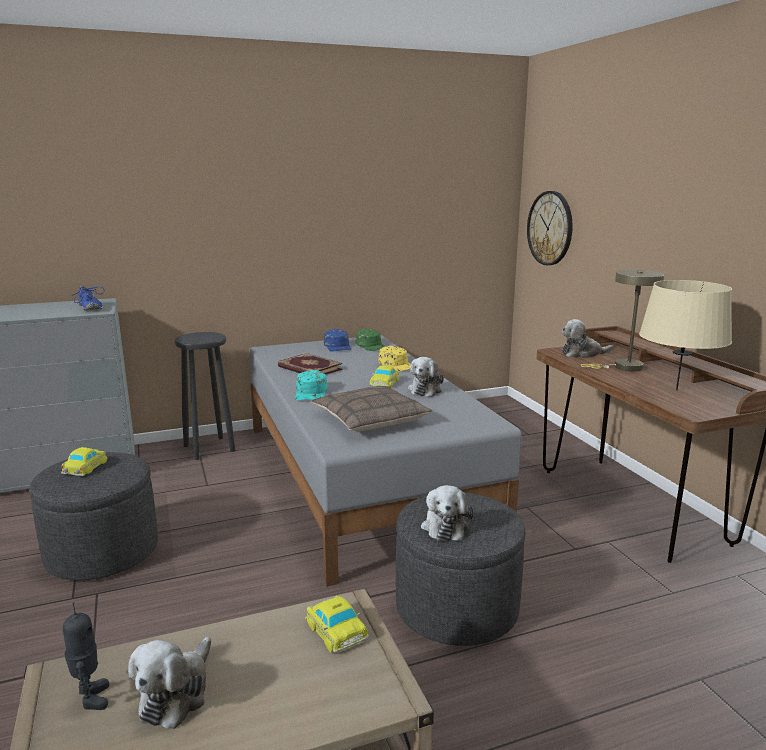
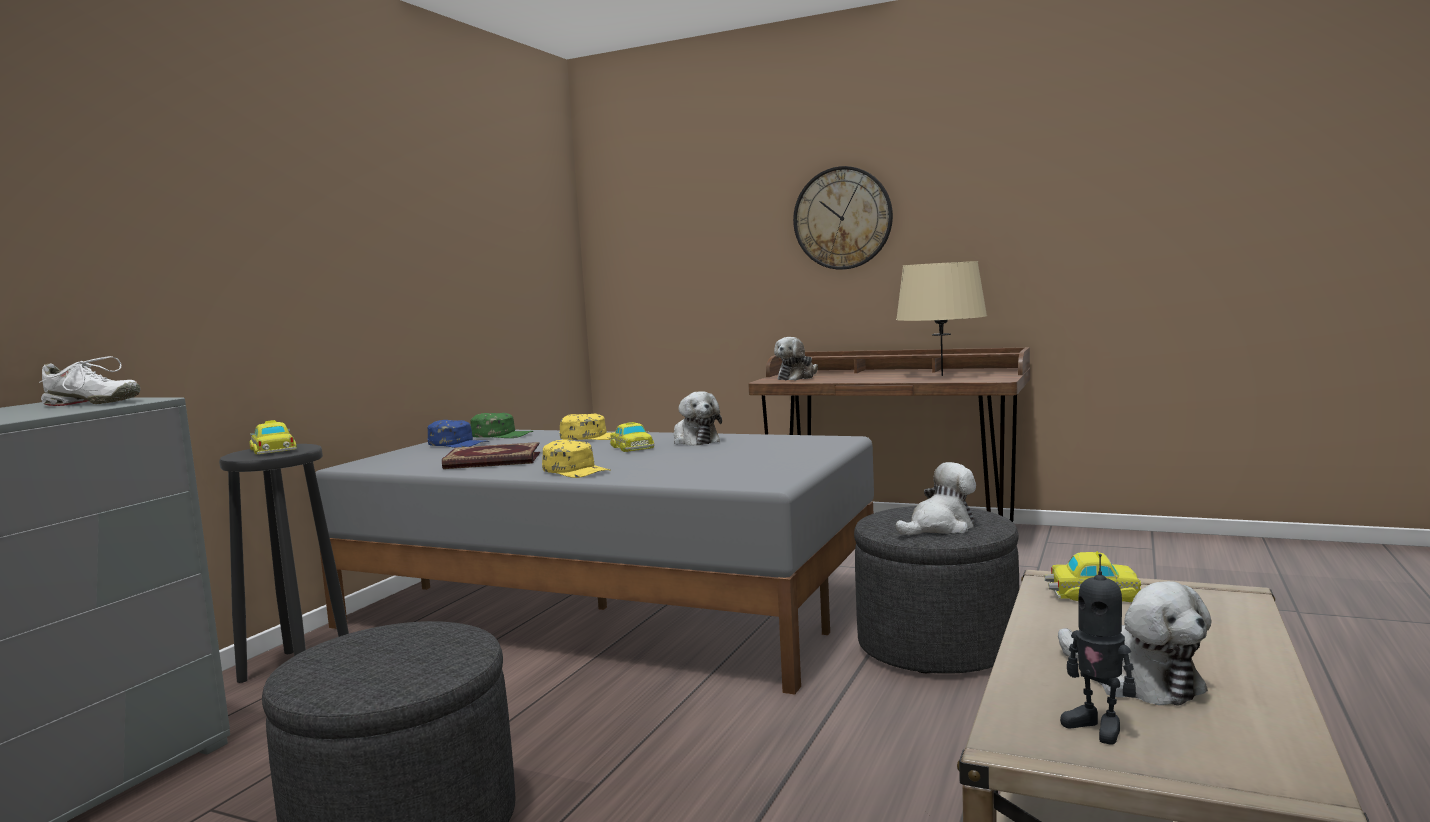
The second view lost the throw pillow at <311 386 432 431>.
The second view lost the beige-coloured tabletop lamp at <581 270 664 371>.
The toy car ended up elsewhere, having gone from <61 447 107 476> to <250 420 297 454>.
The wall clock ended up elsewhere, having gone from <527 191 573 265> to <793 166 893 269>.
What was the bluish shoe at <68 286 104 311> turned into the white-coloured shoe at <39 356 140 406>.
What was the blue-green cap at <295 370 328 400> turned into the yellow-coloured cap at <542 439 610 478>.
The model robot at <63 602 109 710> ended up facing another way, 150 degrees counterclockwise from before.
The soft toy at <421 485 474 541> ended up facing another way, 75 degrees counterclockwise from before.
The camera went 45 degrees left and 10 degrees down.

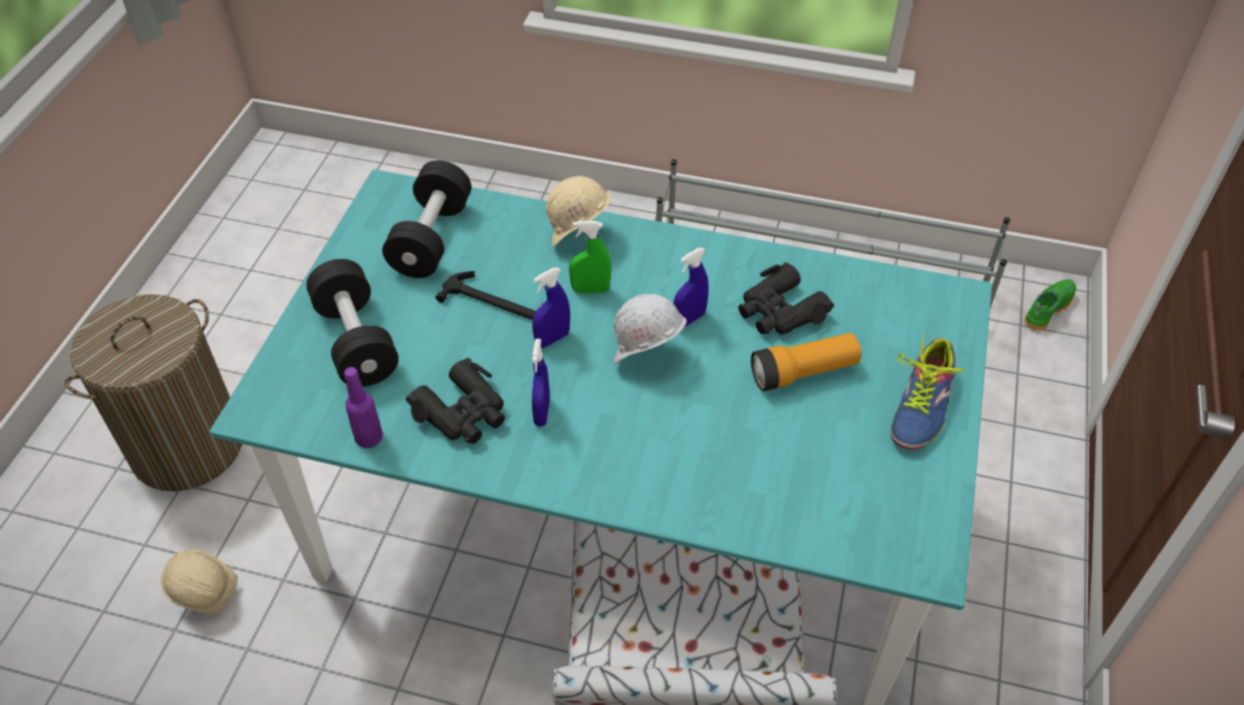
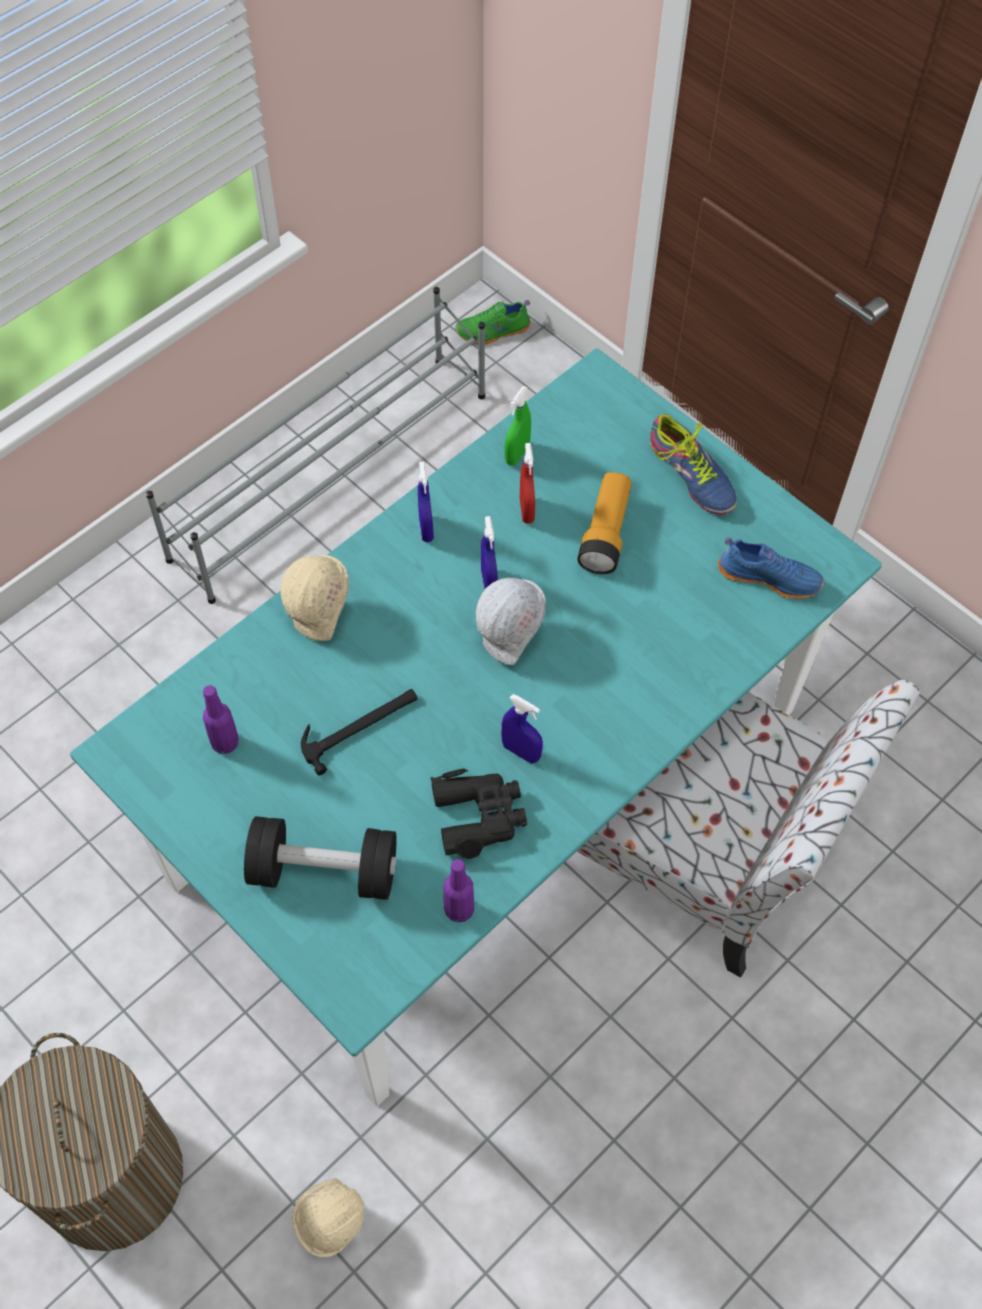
The second view gained the bluish shoe at <718 537 824 599>.
The bluish sprayer ended up elsewhere, having gone from <532 268 570 348> to <418 461 434 542>.
The green-coloured sprayer ended up elsewhere, having gone from <569 221 611 293> to <504 386 531 466>.
Where the black dumbbell stood at <382 160 471 278>, the purple beverage bottle came to stand at <203 685 239 754>.
Where the black field glasses stood at <738 262 834 335>, the reddish sprayer came to stand at <520 443 535 524>.
The green-coloured shoe at <1024 280 1076 330> ended up facing another way, 90 degrees counterclockwise from before.
The camera went 60 degrees left and 10 degrees up.

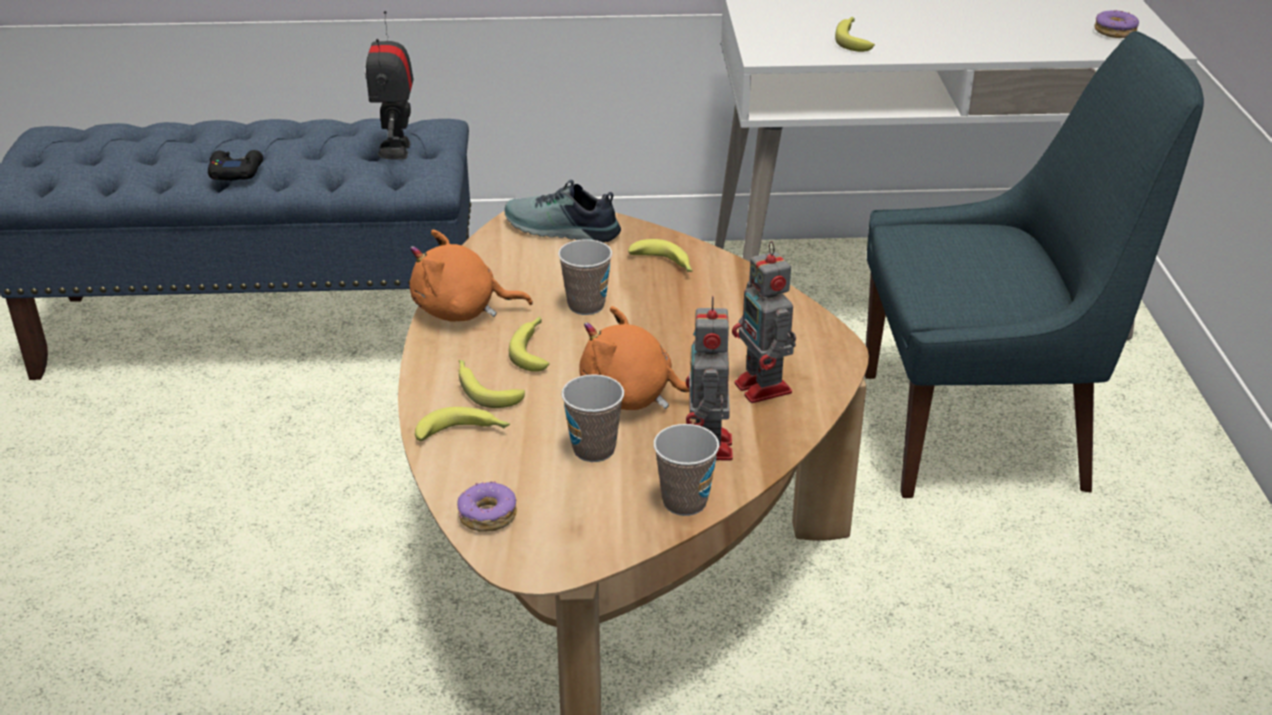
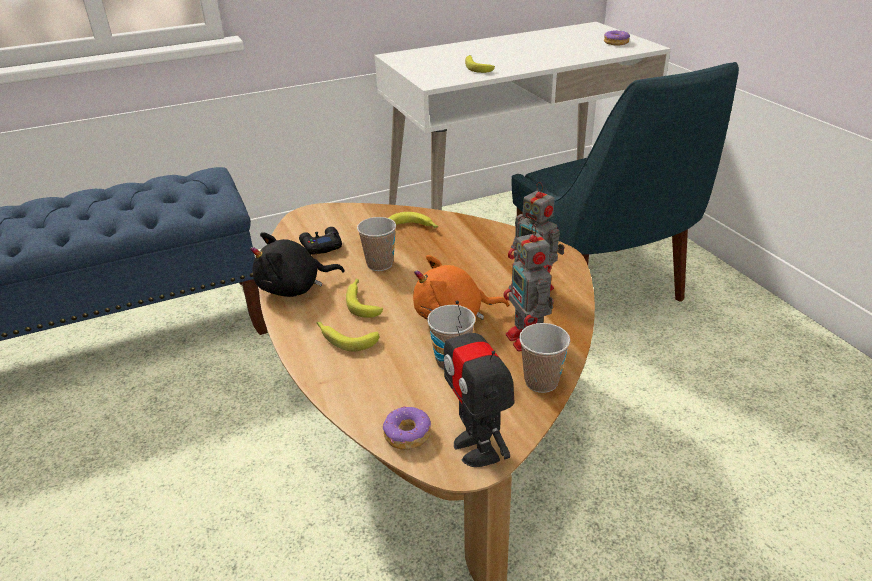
The second view lost the banana fruit at <415 407 510 441>.
The second view lost the shoe at <505 180 621 243>.
The black joypad ended up elsewhere, having gone from <208 150 263 181> to <299 227 342 255>.
The model robot ended up elsewhere, having gone from <365 11 414 160> to <444 300 515 467>.
What was the orange soft toy at <410 230 533 322> turned into the black soft toy at <250 232 345 297>.
The bluish chair at <865 31 1204 498> ended up facing another way, 90 degrees clockwise from before.
The camera went 20 degrees left and 0 degrees up.

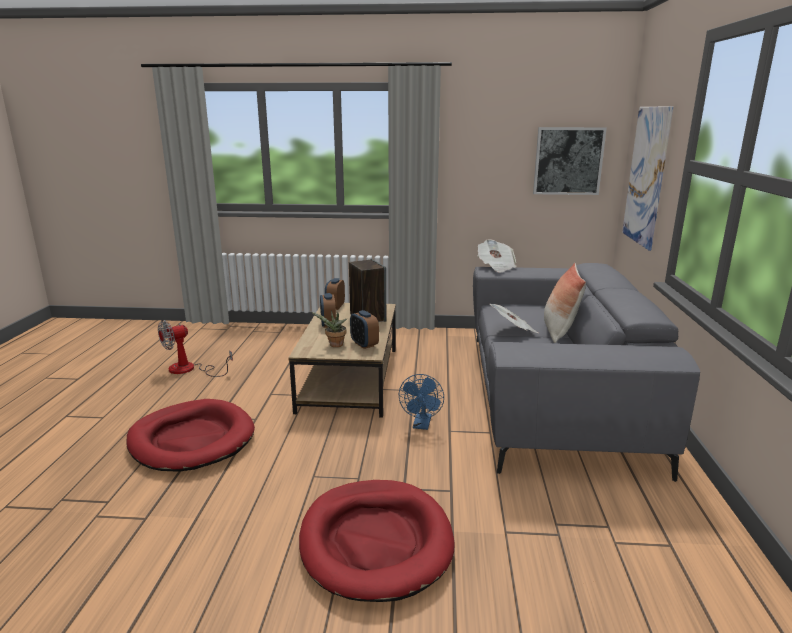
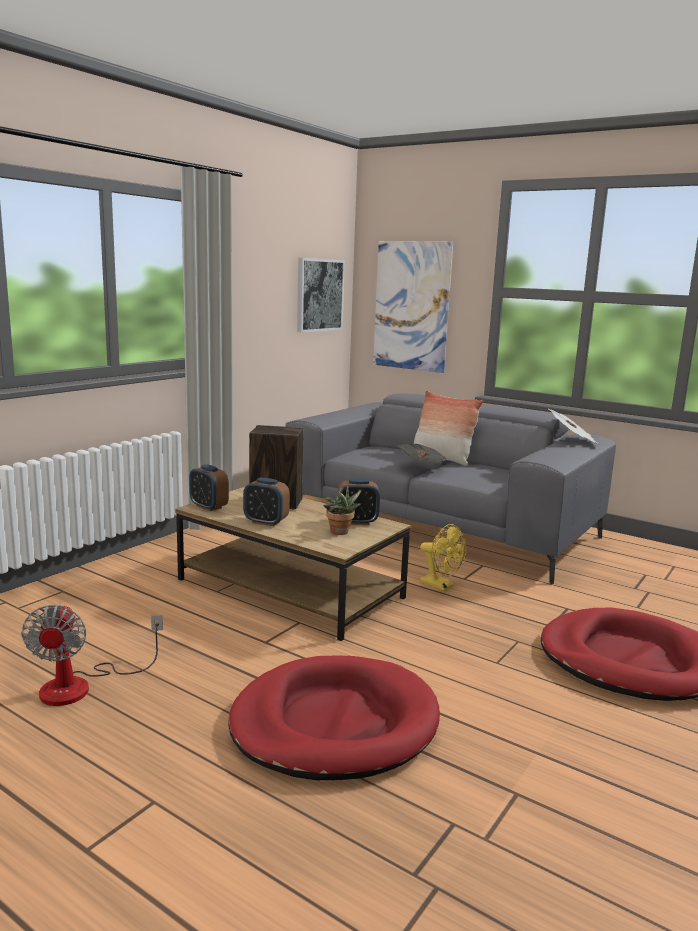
The newspaper ended up elsewhere, having gone from <478 240 517 272> to <547 408 598 444>.
What was the bluish electric fan at <399 374 444 430> turned into the yellow-coloured electric fan at <420 524 467 591>.
The camera went 60 degrees left and 5 degrees down.

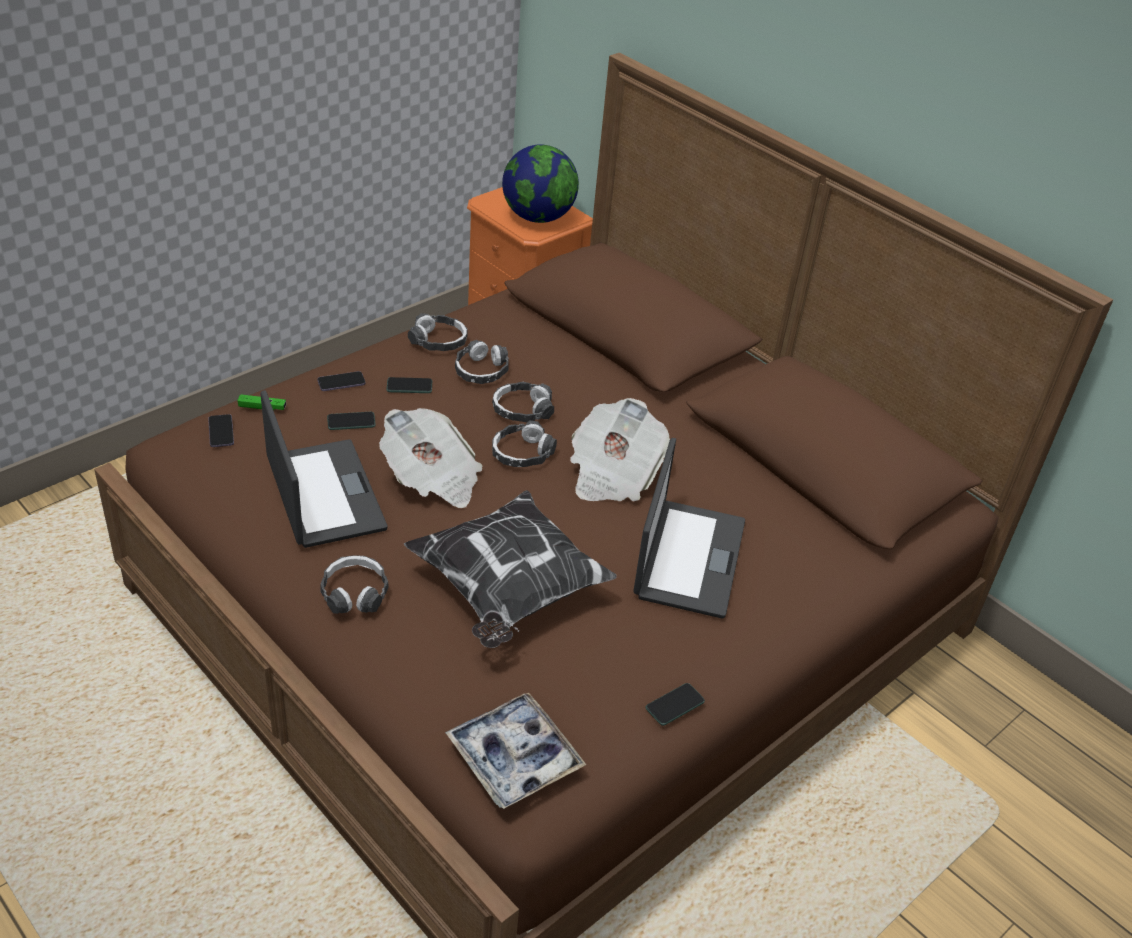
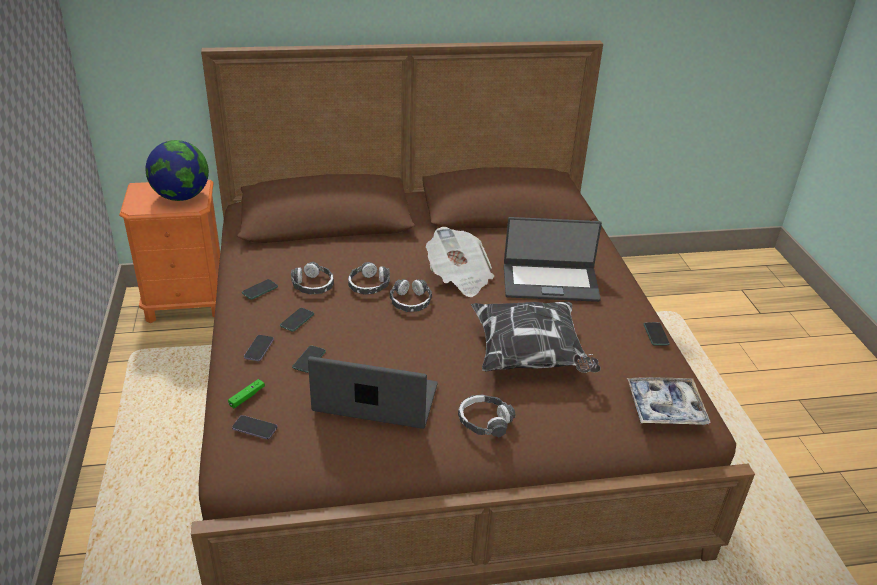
The second view lost the newspaper at <379 408 483 508>.
Where the pair of headphones stood at <408 313 467 351>, the phone came to stand at <242 279 278 300>.
The notebook computer at <633 438 745 619> ended up facing another way, 135 degrees clockwise from before.
The camera went 55 degrees left and 5 degrees down.

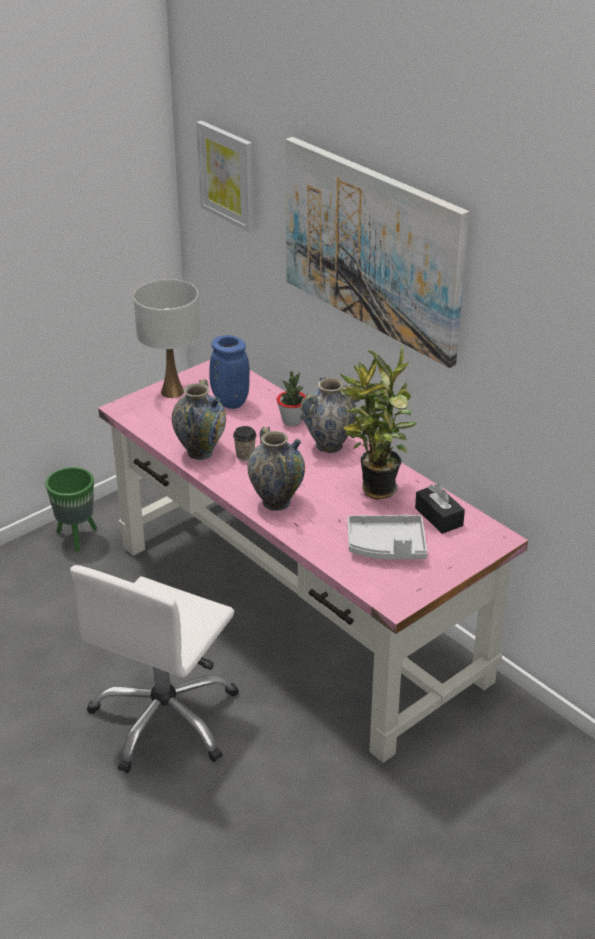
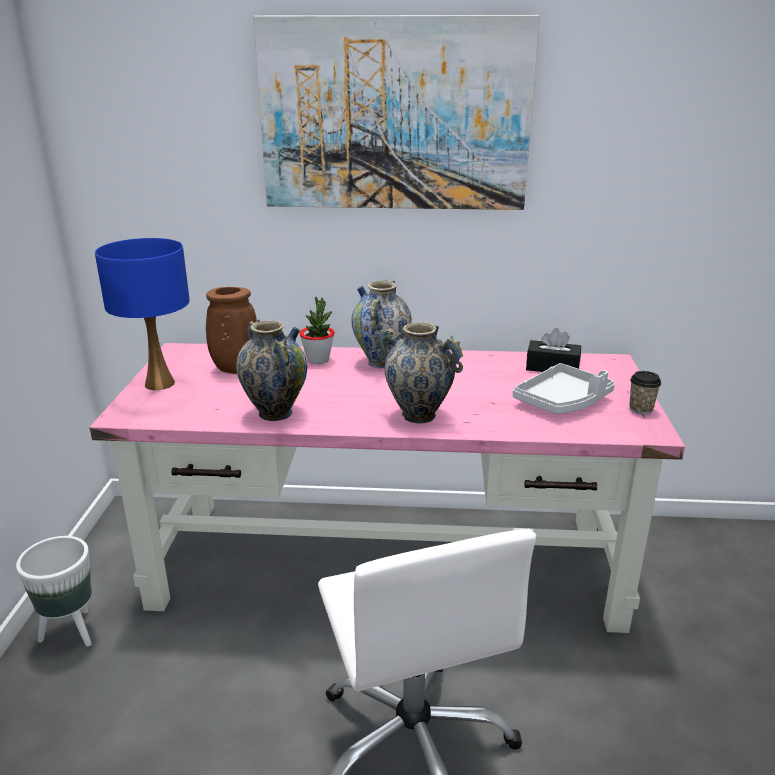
The second view lost the wall picture at <196 121 254 232>.
The second view lost the plant in a pot at <339 346 418 500>.
The cup ended up elsewhere, having gone from <233 426 256 461> to <629 371 661 414>.
What was the green-coloured planter at <45 467 97 552> turned into the white-coloured planter at <16 536 92 646>.
What was the white-coloured tabletop lamp at <133 279 200 398> turned into the bluish tabletop lamp at <95 238 190 390>.
What was the bluish decorative vase at <209 335 250 409> turned into the brownish decorative vase at <206 287 257 374>.
The camera went 45 degrees left and 10 degrees down.

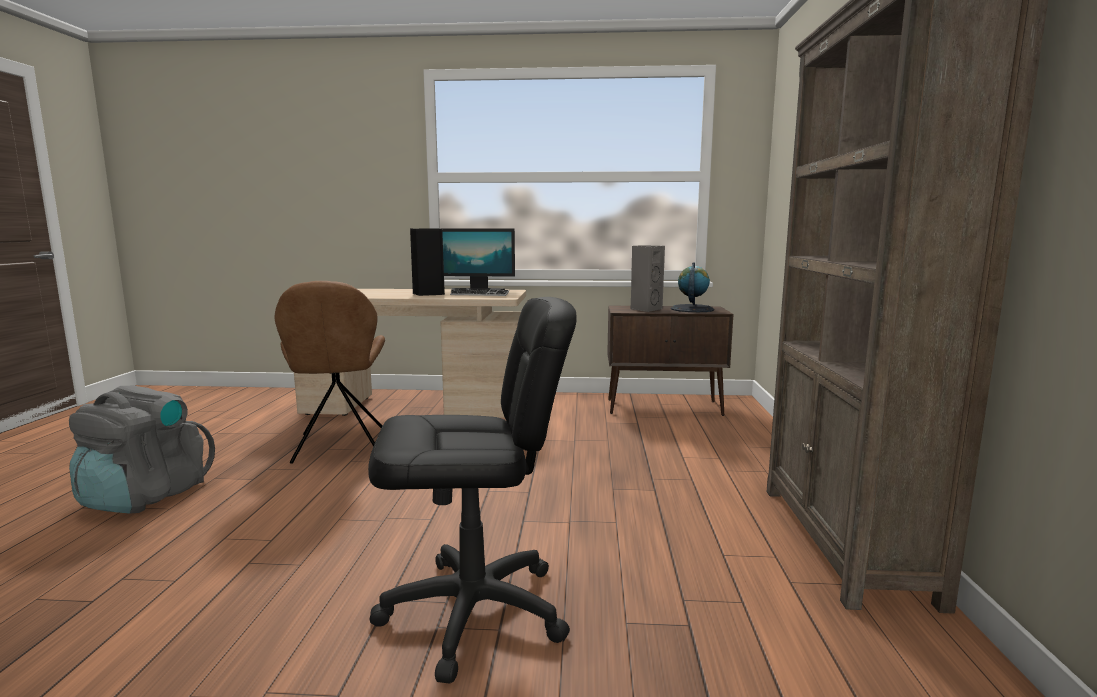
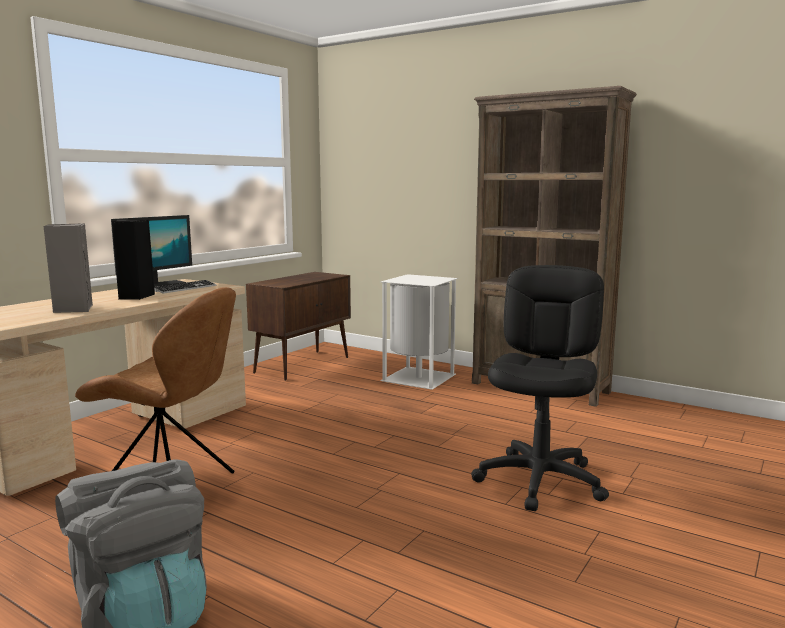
The second view lost the world globe at <671 262 714 312>.
The second view gained the white-coloured rubbish bin at <380 274 458 390>.
The gray speaker ended up elsewhere, having gone from <631 245 665 312> to <43 223 93 313>.
The camera went 60 degrees left and 0 degrees up.

